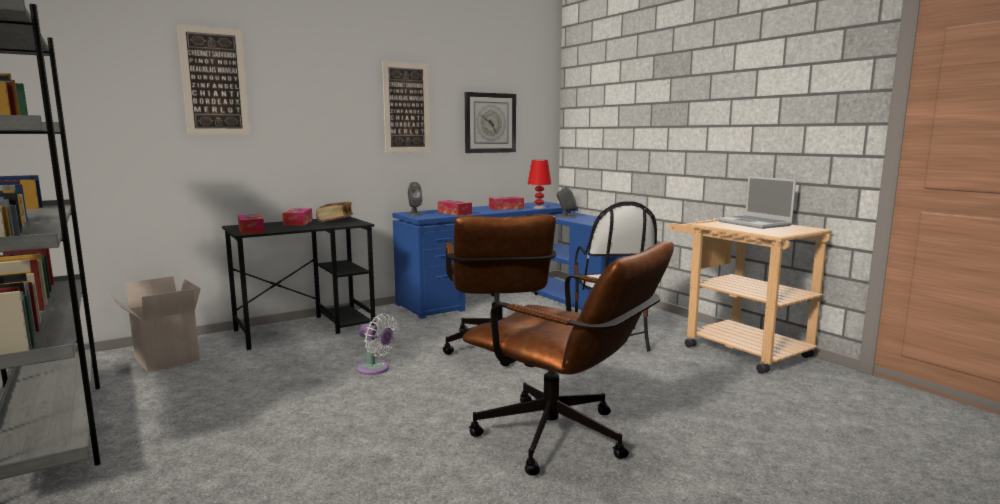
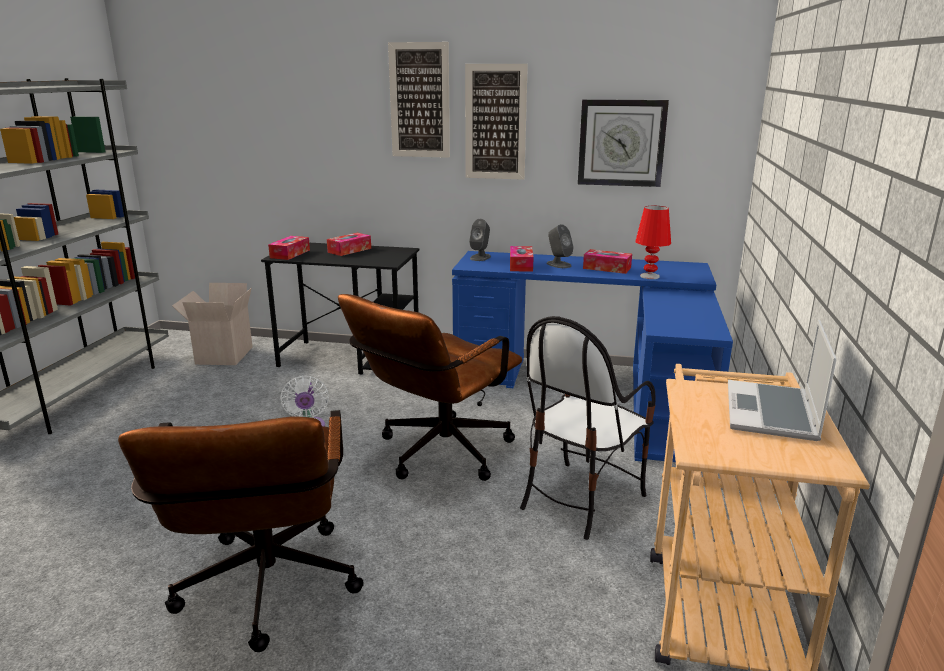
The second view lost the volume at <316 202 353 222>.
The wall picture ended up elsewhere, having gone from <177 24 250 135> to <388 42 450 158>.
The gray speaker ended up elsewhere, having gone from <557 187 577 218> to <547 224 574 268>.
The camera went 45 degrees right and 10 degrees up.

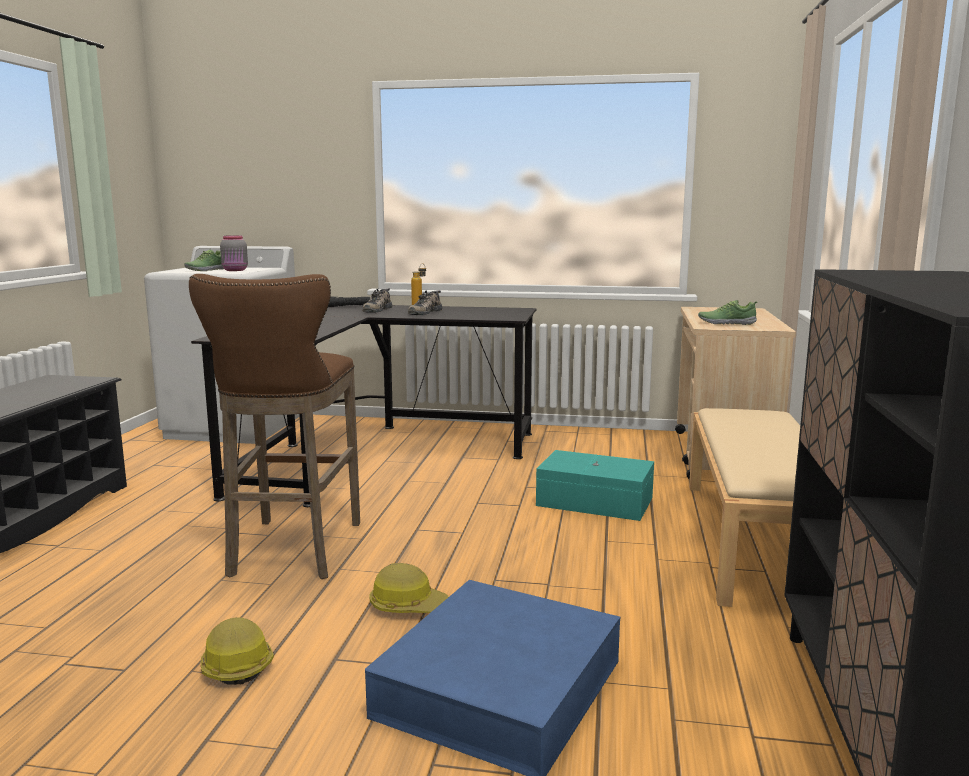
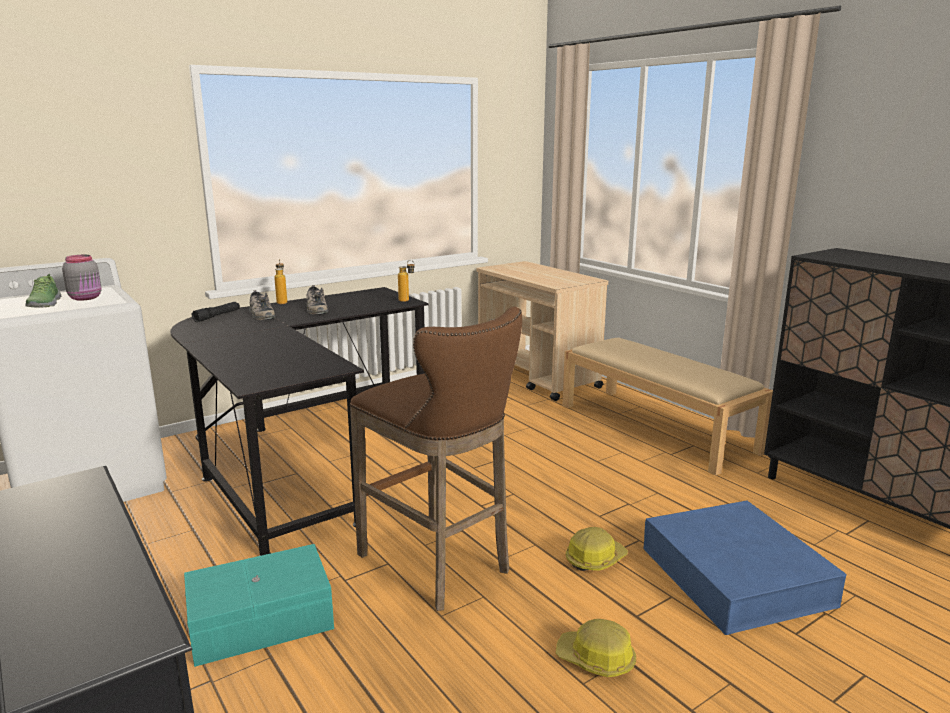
The second view lost the shoe at <698 300 758 325>.
The second view gained the beverage bottle at <398 260 415 302>.
The blue-green storage container ended up elsewhere, having gone from <536 450 654 521> to <184 544 334 667>.
The camera went 45 degrees left and 5 degrees up.

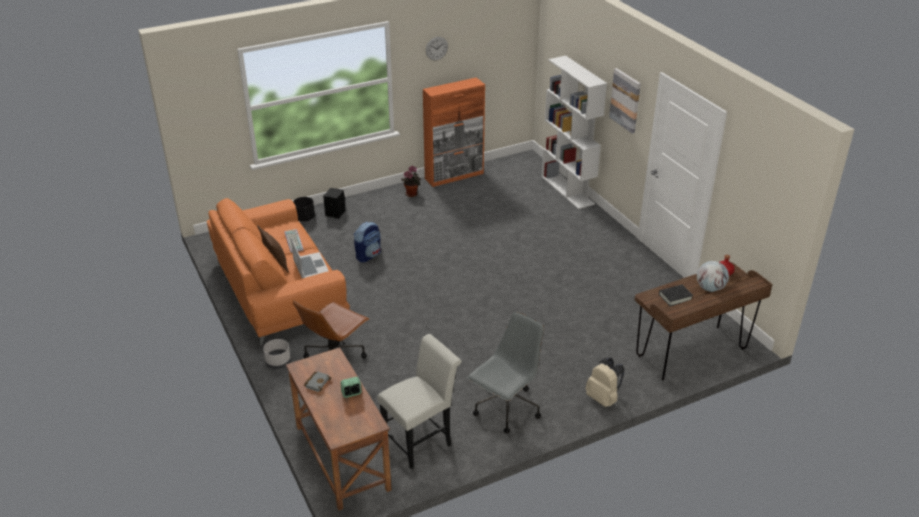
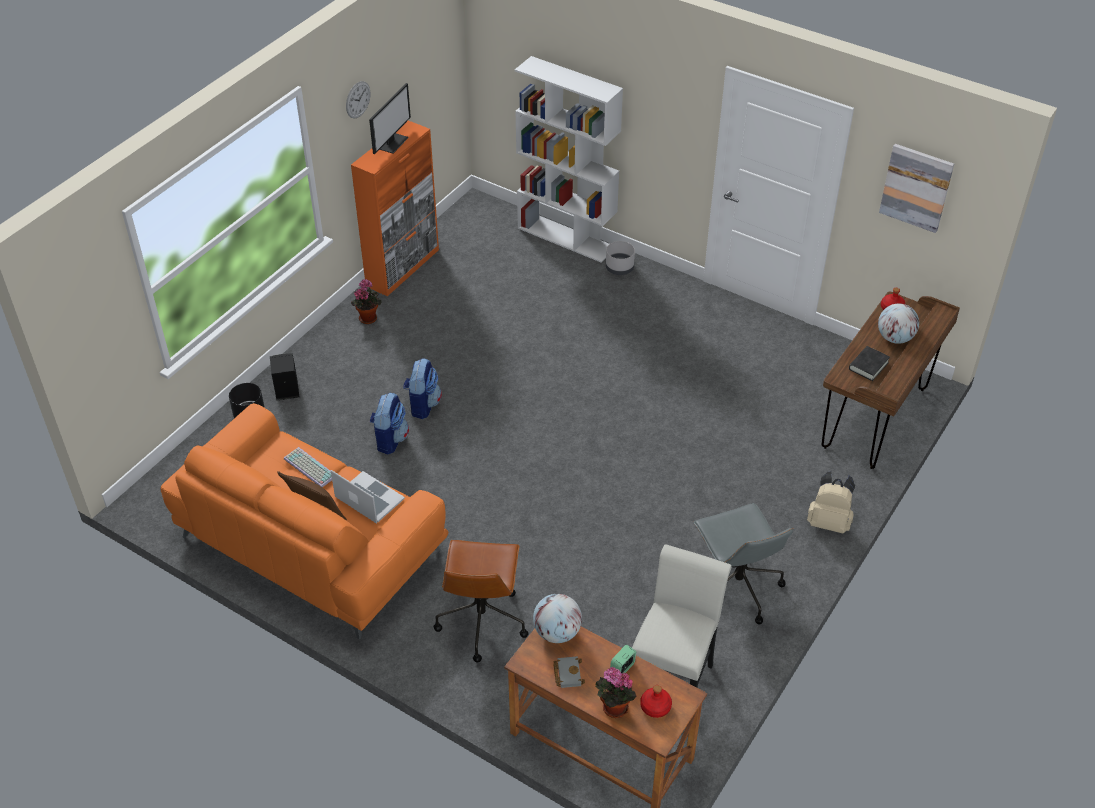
The second view gained the monitor at <369 83 411 154>.
The second view gained the knapsack at <403 358 442 419>.
The second view gained the world globe at <533 594 582 643>.
The second view gained the plant in a pot at <596 667 637 718>.
The second view gained the reddish beverage bottle at <640 685 672 718>.
The gray planter ended up elsewhere, having gone from <263 339 291 369> to <606 241 635 275>.
The wall picture ended up elsewhere, having gone from <609 68 641 134> to <879 144 954 233>.
The gray office chair at <467 312 544 433> ended up facing another way, 150 degrees clockwise from before.
The camera went 30 degrees left and 10 degrees up.

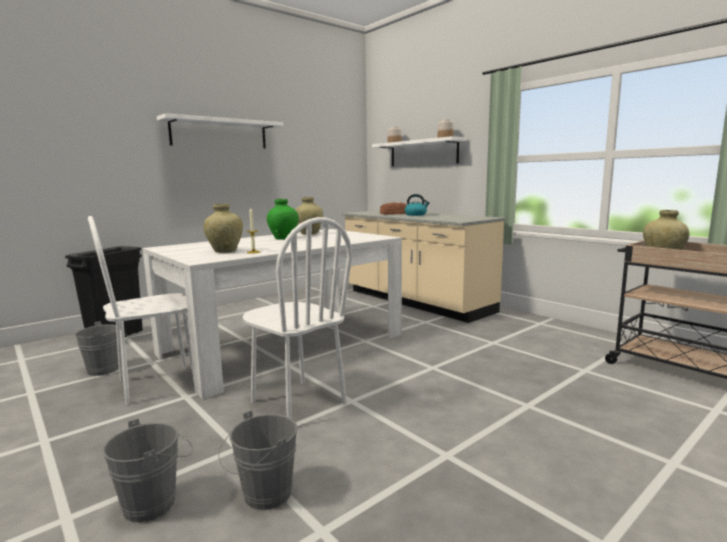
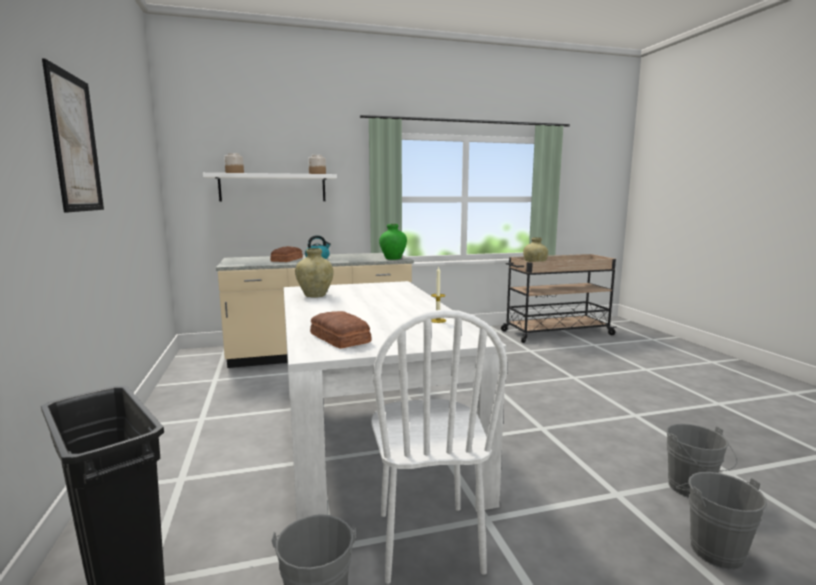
The second view lost the beige-coloured decorative vase at <203 204 243 253>.
The second view lost the white-coloured chair at <243 217 352 419>.
The second view gained the baked bread at <310 311 372 349>.
The green-coloured decorative vase ended up elsewhere, having gone from <267 199 299 240> to <379 224 407 260>.
Where the white-coloured bracket shelf hung at <157 113 283 149>, the wall picture came to hang at <42 58 104 212>.
The camera went 65 degrees left and 0 degrees up.

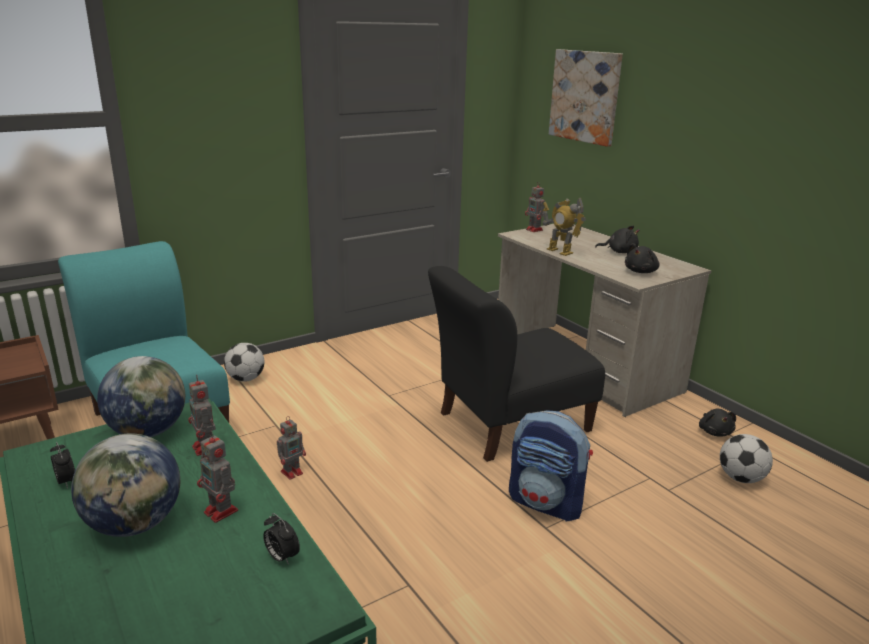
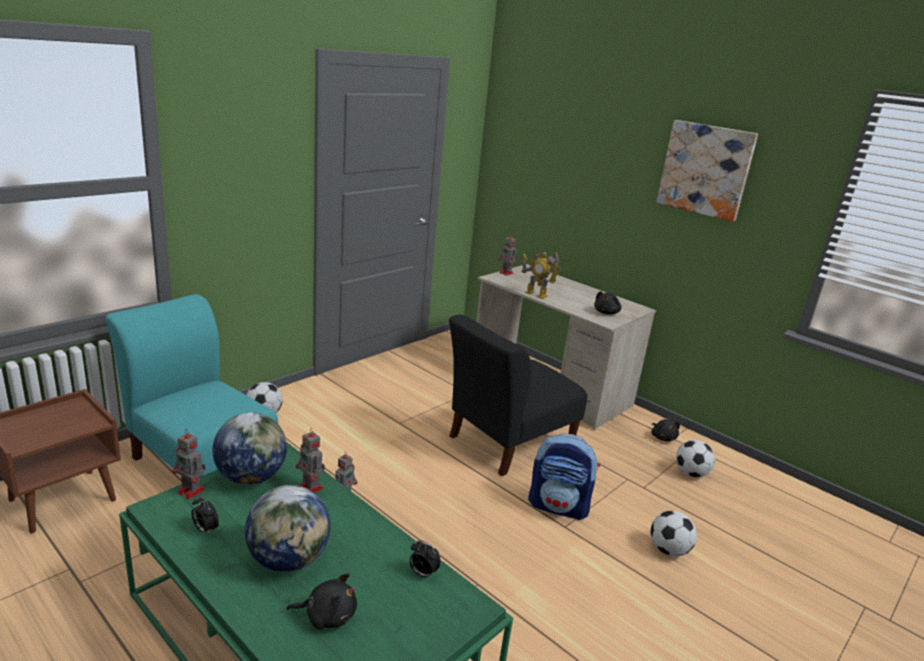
The second view gained the football at <651 511 697 557>.
The model robot ended up elsewhere, having gone from <197 431 238 523> to <172 430 206 500>.
The wall picture ended up elsewhere, having gone from <549 49 623 147> to <656 120 758 222>.
The black soft toy ended up elsewhere, having gone from <595 225 639 253> to <287 573 357 630>.
The camera went 15 degrees left and 0 degrees up.

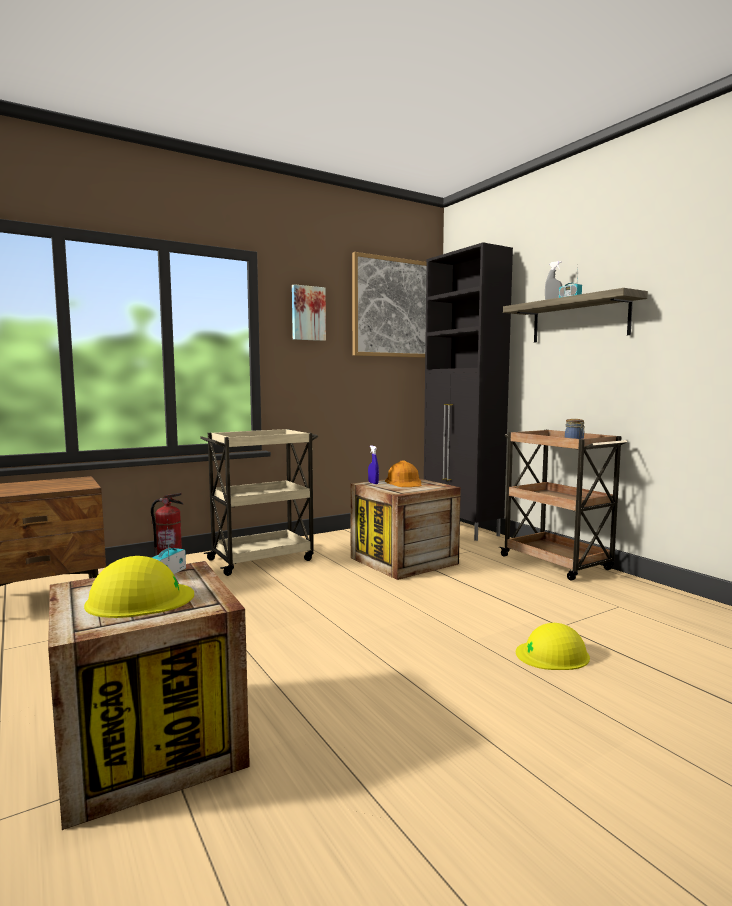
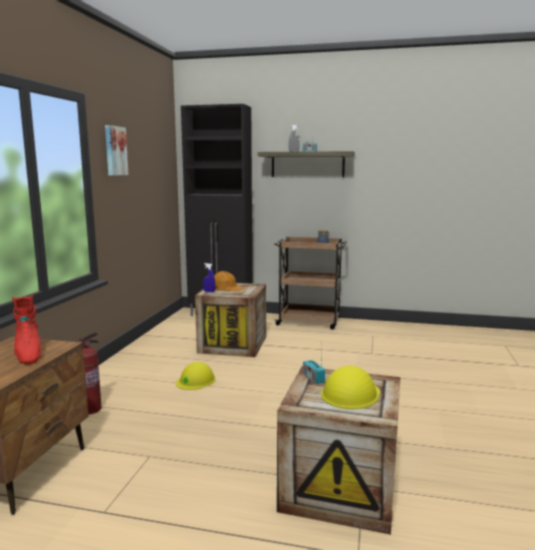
The second view lost the beige-coloured wheeled cart at <200 429 318 576>.
The second view lost the wall picture at <352 252 427 358>.
The second view gained the reddish tall boot at <12 295 41 364>.
The yellow-coloured safety helmet ended up elsewhere, having gone from <516 623 590 670> to <176 362 216 390>.
The camera went 45 degrees left and 5 degrees up.

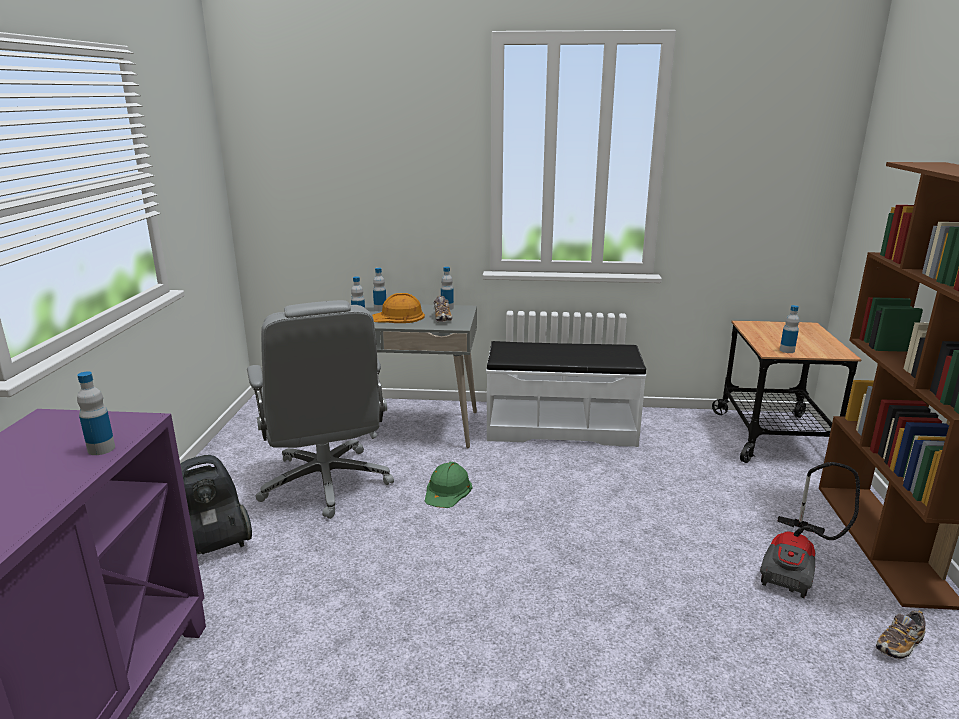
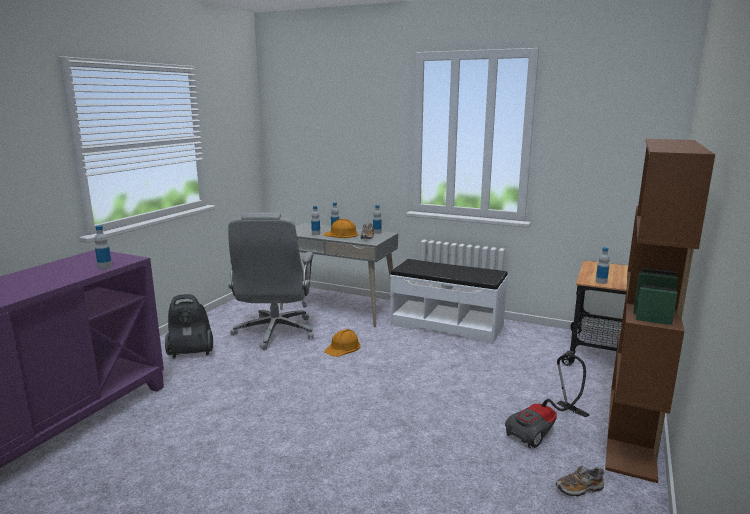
What was the green-coloured safety helmet at <425 462 472 508> turned into the orange safety helmet at <325 329 360 357>.
The camera went 20 degrees right and 5 degrees down.

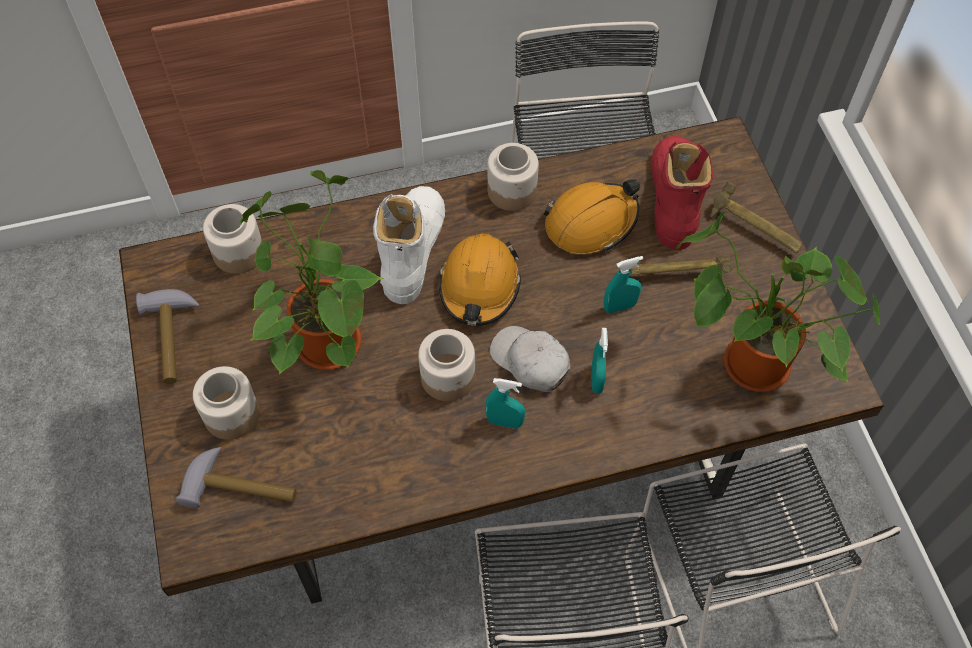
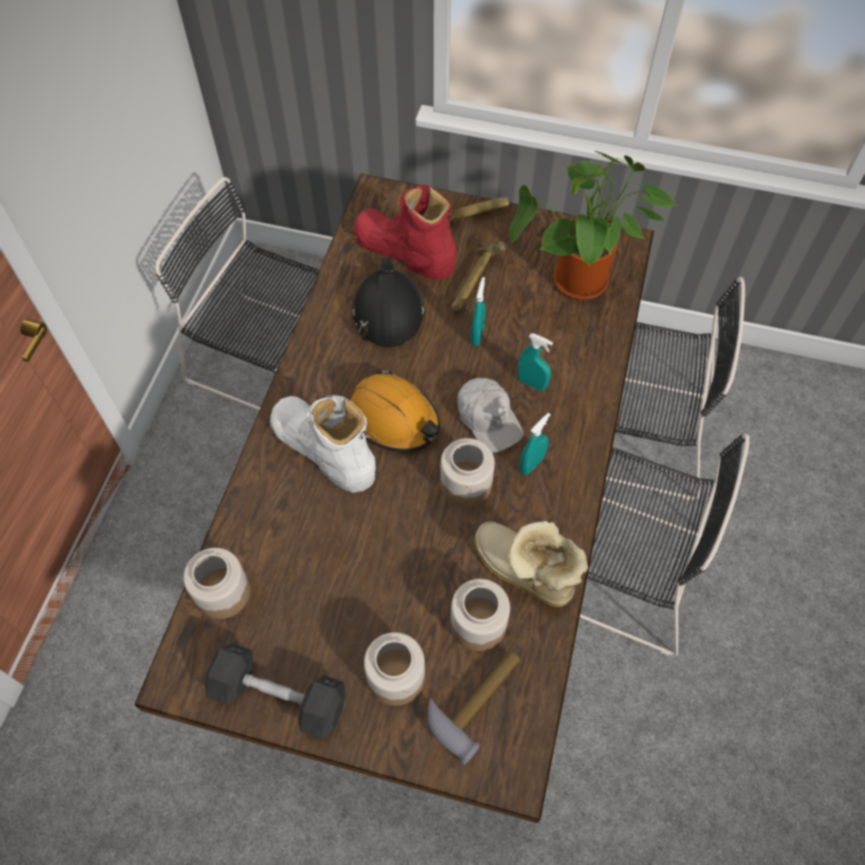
The second view lost the plant in a pot at <239 170 384 375>.
The second view gained the tall boot at <474 521 588 607>.
The preserve jar ended up elsewhere, having gone from <487 143 539 211> to <450 579 510 651>.
Where the tool hammer stood at <136 289 199 384>, the gray dumbbell came to stand at <205 643 346 739>.
What was the orange safety helmet at <543 180 640 254> turned into the black safety helmet at <352 257 425 347>.
The white-coloured cap at <490 326 571 392> ended up facing another way, 105 degrees counterclockwise from before.
The camera went 60 degrees left and 0 degrees up.

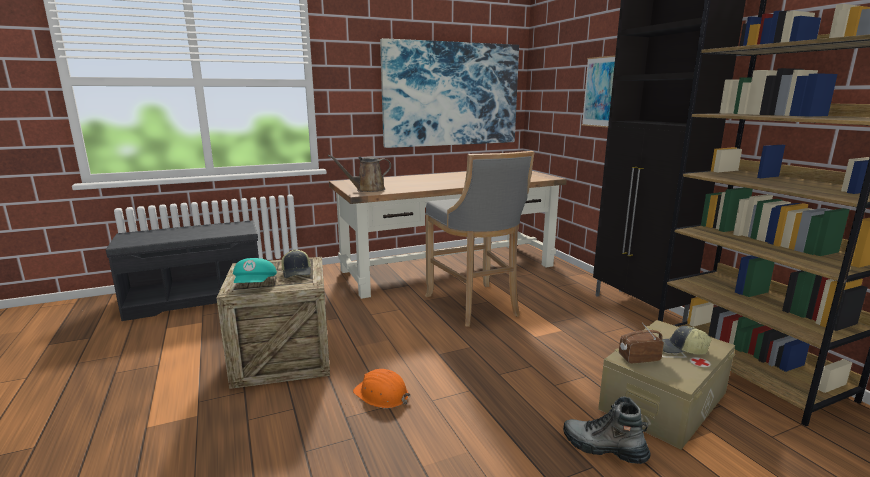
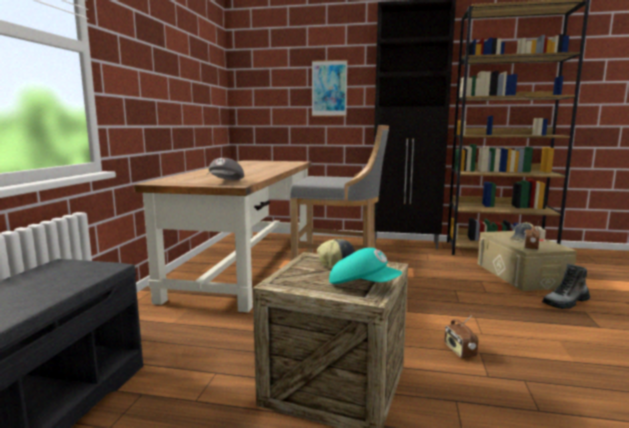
The second view lost the wall picture at <380 38 519 148>.
Where the brownish sprinkling can stood at <328 155 391 192>, the gray cap came to stand at <207 158 244 180>.
Where the orange safety helmet stood at <353 369 410 409>, the radio receiver came to stand at <445 315 478 358>.
The camera went 55 degrees left and 5 degrees down.

